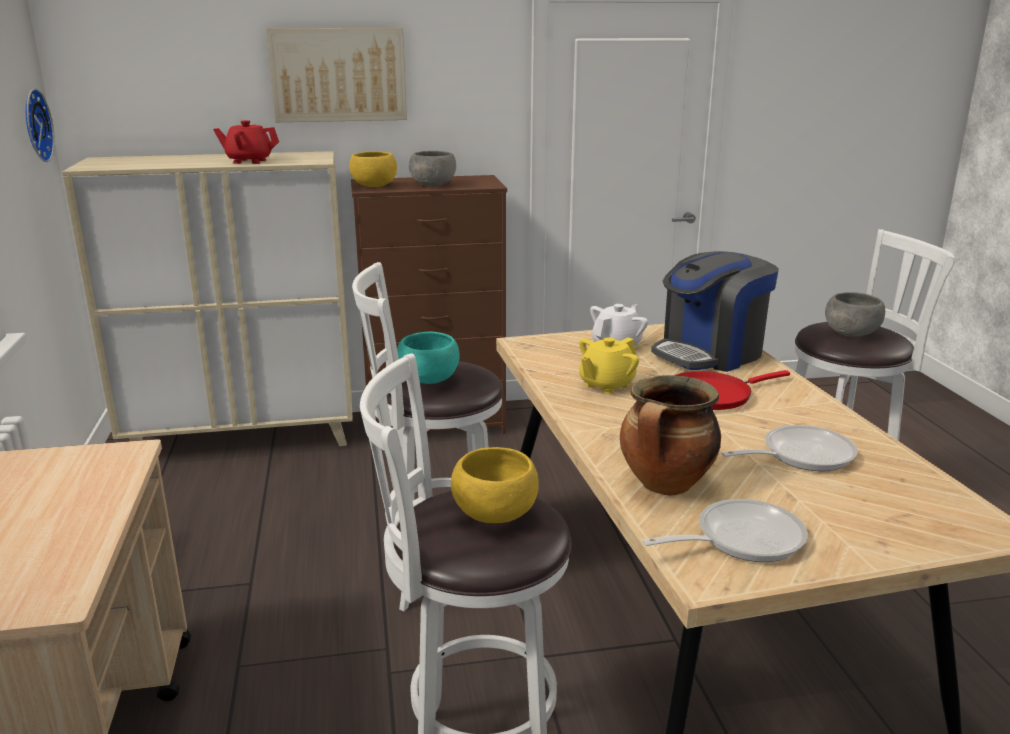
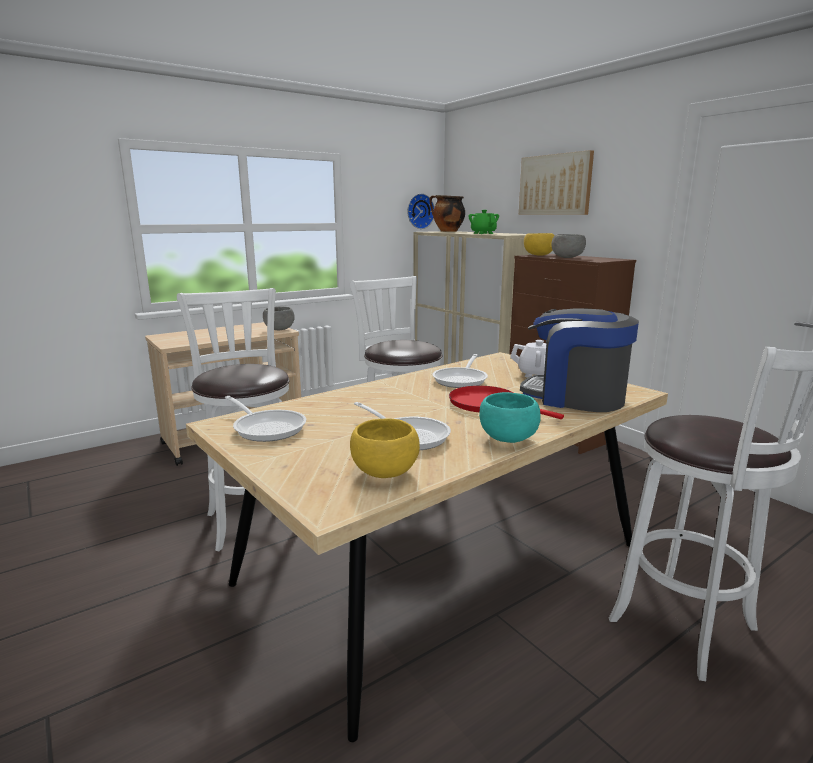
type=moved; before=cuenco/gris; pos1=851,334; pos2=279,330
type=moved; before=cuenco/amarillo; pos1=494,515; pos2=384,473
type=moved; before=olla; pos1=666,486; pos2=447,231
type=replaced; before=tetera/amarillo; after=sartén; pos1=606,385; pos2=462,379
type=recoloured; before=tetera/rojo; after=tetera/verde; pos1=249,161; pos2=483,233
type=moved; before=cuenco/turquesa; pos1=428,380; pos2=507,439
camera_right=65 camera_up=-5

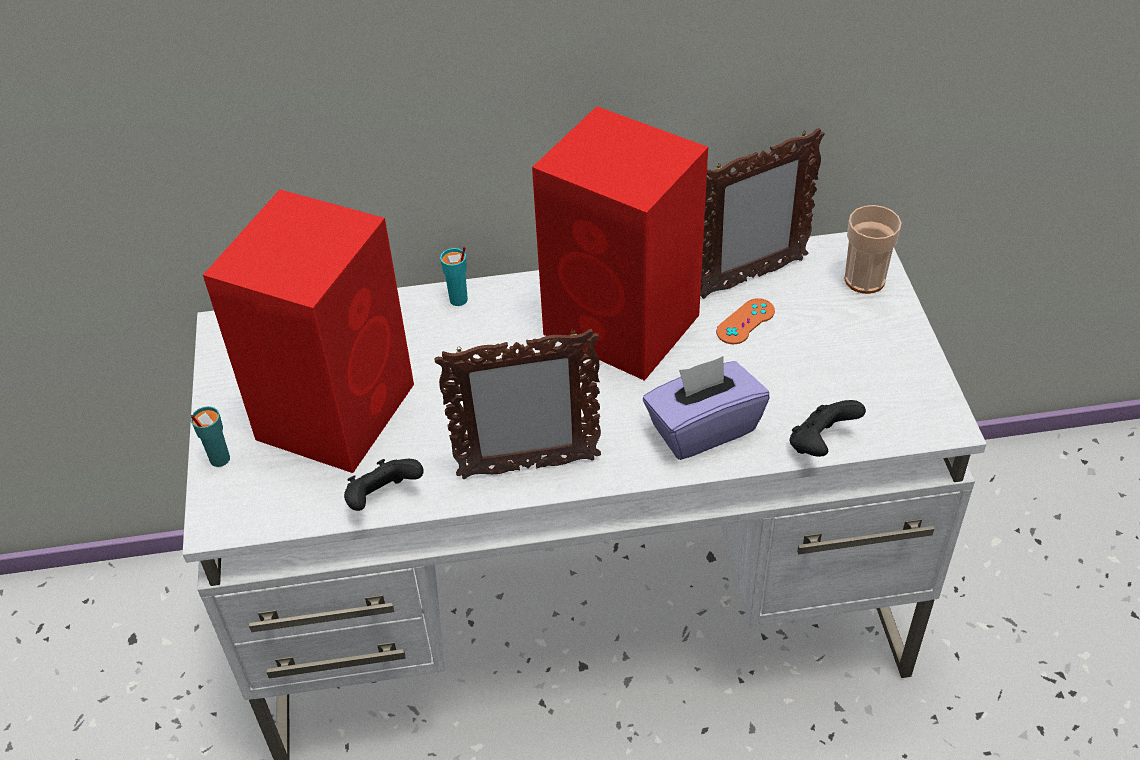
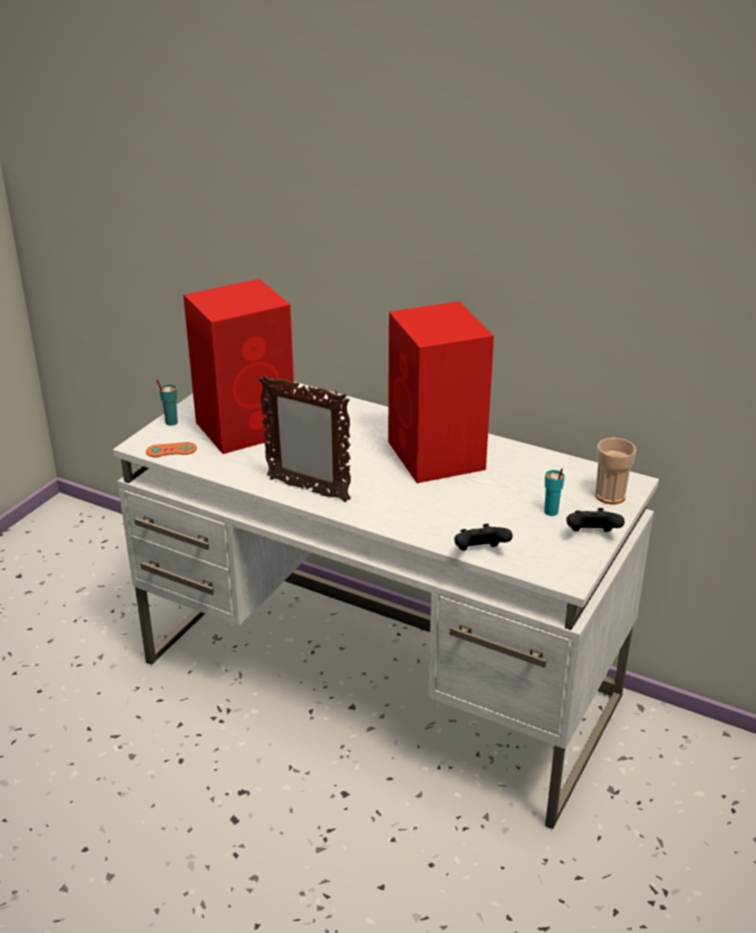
type=moved; before=mando de consola/naranja; pos1=745,322; pos2=171,450
type=moved; before=taza/turquesa; pos1=458,300; pos2=551,512
type=moved; before=mando de consola/negro; pos1=383,498; pos2=591,535
type=removed; before=caja de pañuelos/morado; pos1=703,428
type=removed; before=portarretratos; pos1=751,278
camera_right=35 camera_up=-15

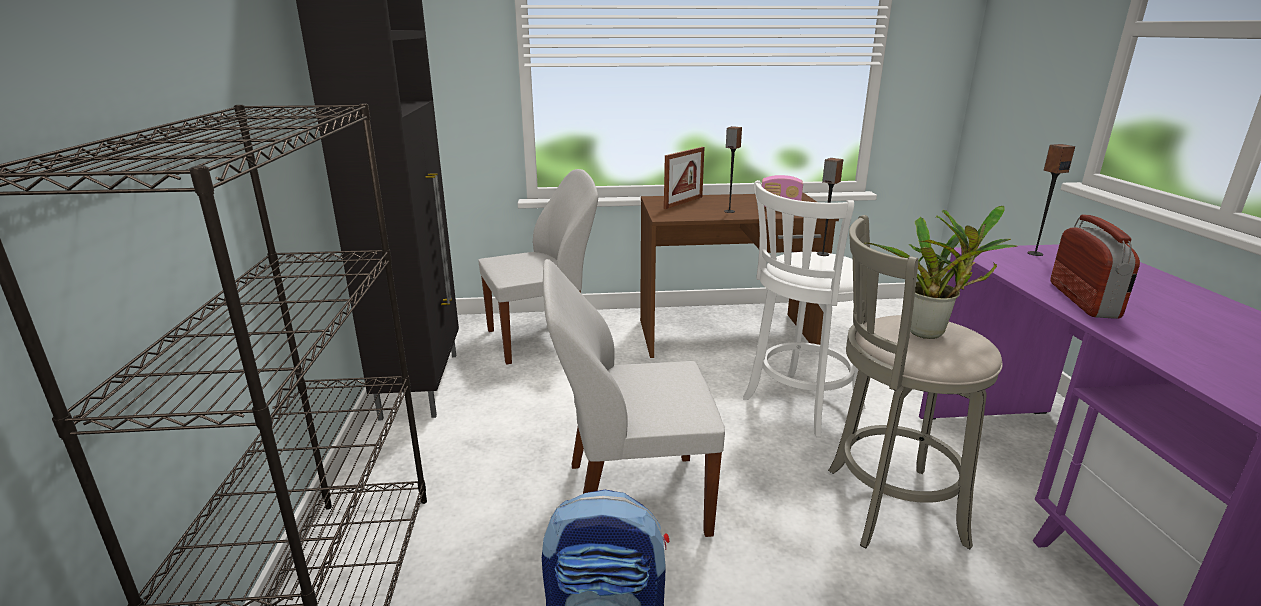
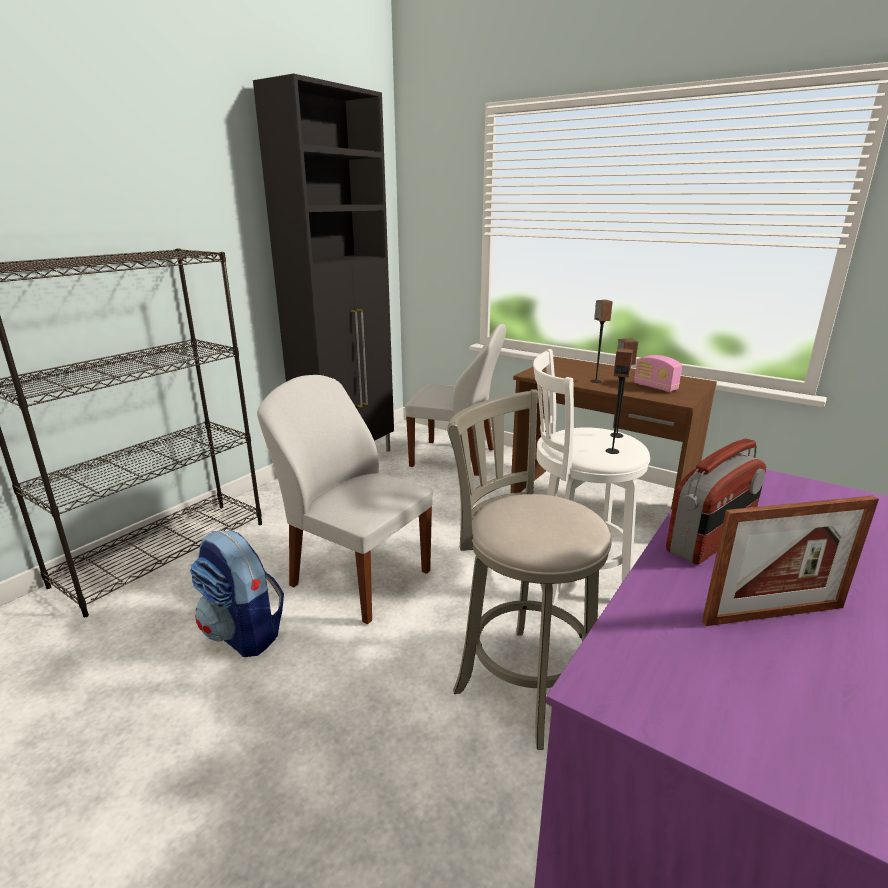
type=moved; before=altavoz; pos1=1035,253; pos2=612,451
type=moved; before=portarretratos; pos1=683,202; pos2=773,614
type=removed; before=planta en maceta; pos1=930,333
camera_right=40 camera_up=0

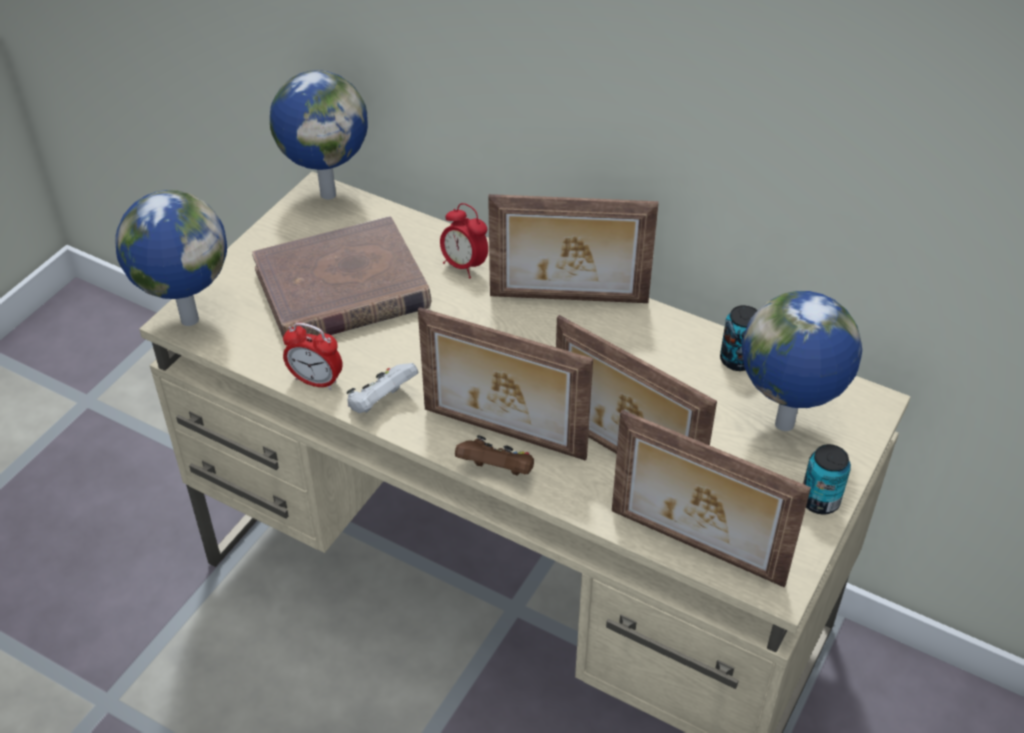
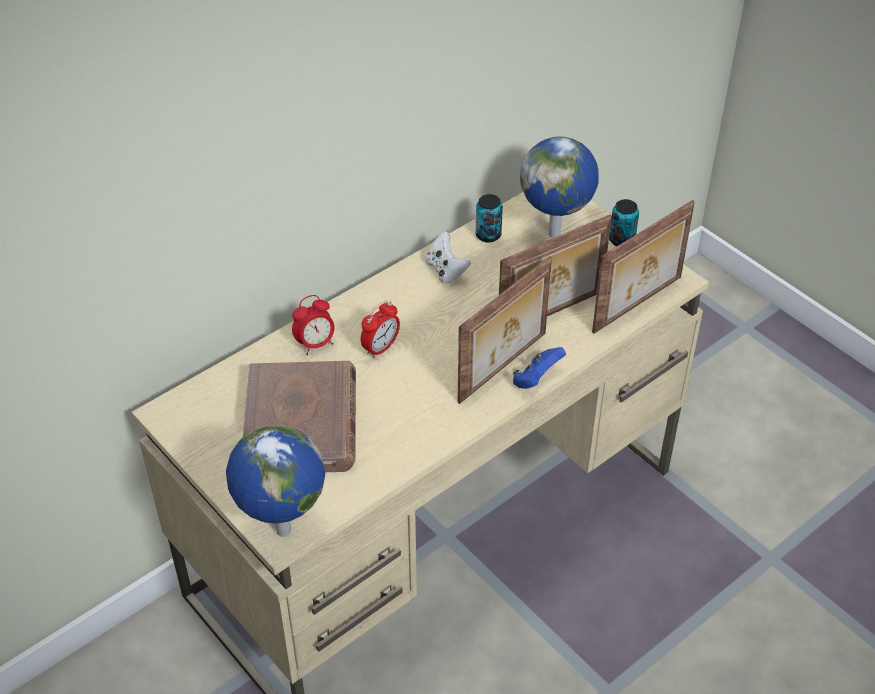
type=moved; before=despertador; pos1=316,381; pos2=380,348
type=moved; before=mando de consola/blanco; pos1=381,403; pos2=446,270
type=recoloured; before=mando de consola/marrón; after=mando de consola/azul; pos1=497,471; pos2=536,379
type=removed; before=globo terráqueo; pos1=328,193
type=removed; before=portarretratos; pos1=568,300
camera_right=-70 camera_up=0

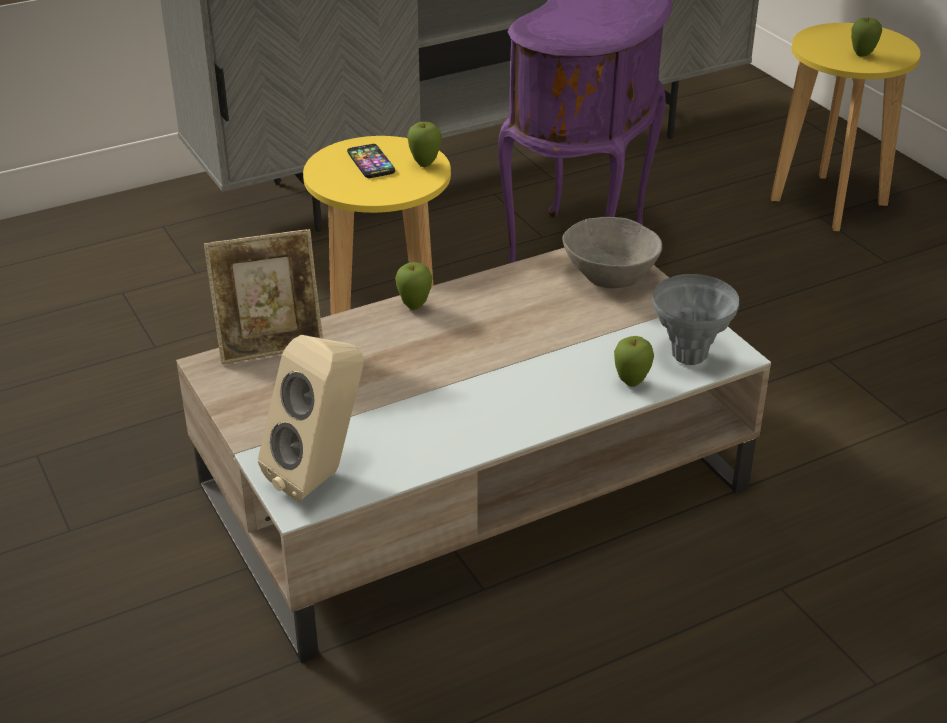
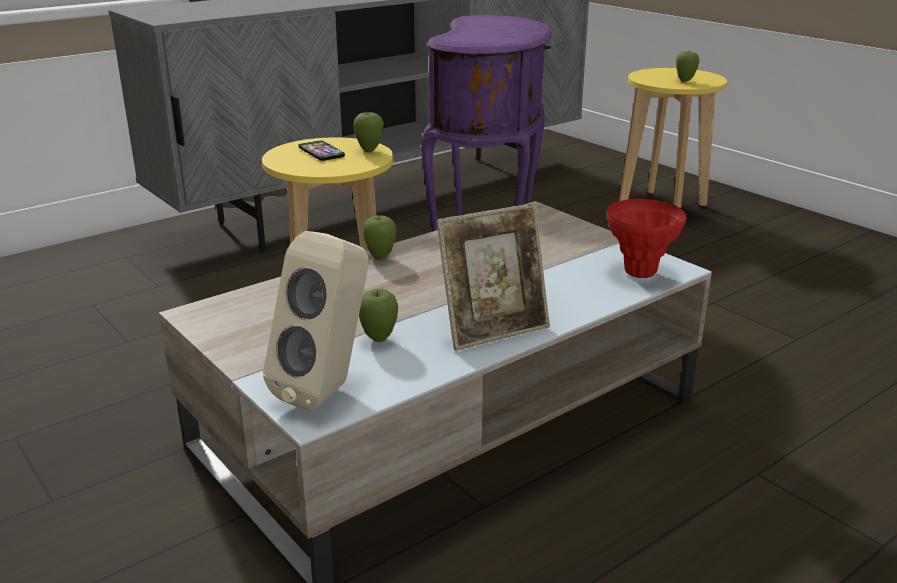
type=moved; before=manzana; pos1=631,383; pos2=379,339
type=moved; before=portarretratos; pos1=270,345; pos2=494,330
type=recoloured; before=florero/gris; after=florero/rojo; pos1=689,356; pos2=640,272
type=removed; before=cuenco/gris; pos1=611,276
camera_right=-10 camera_up=-10

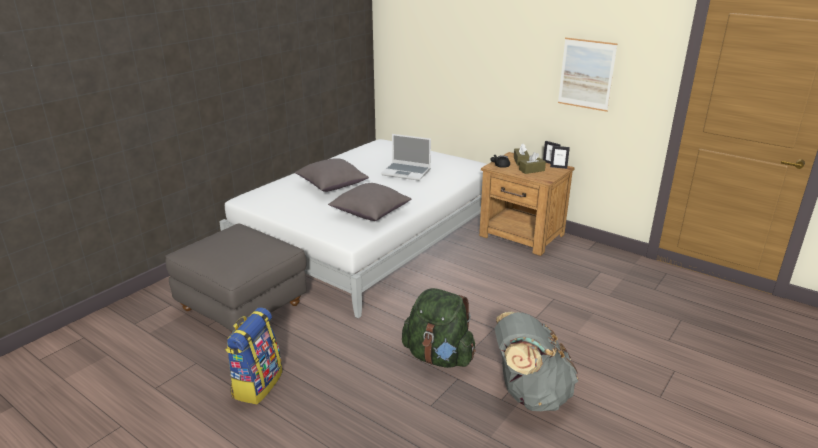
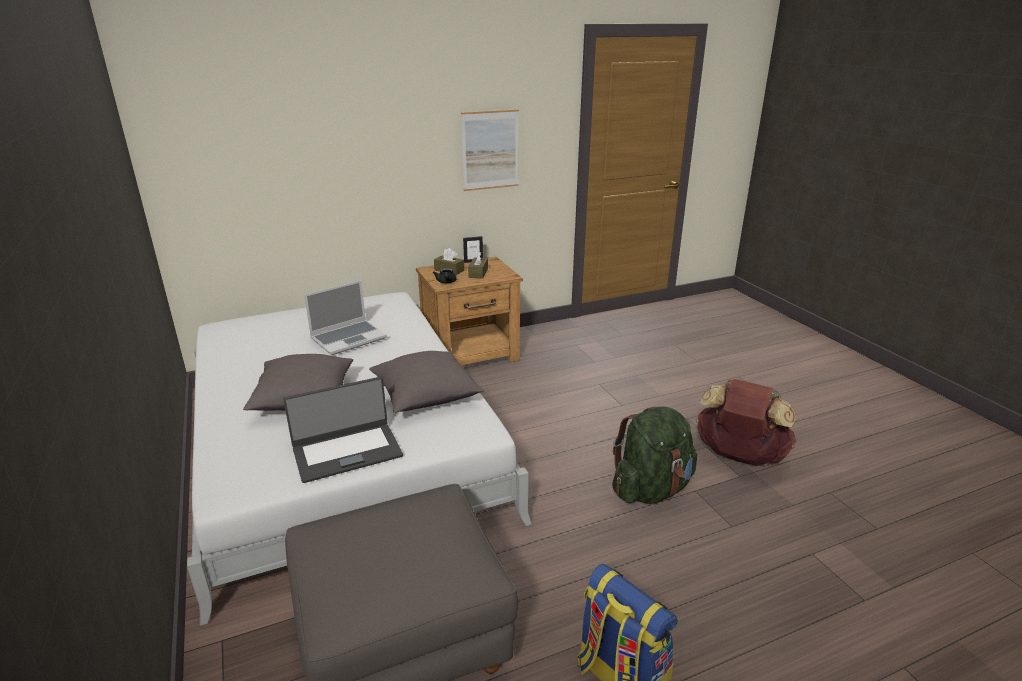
type=added; after=portátil; pos2=347,452
type=recoloured; before=mochila/gris; after=mochila/marrón; pos1=529,394; pos2=739,456
type=removed; before=portarretratos; pos1=558,167
camera_right=-60 camera_up=0

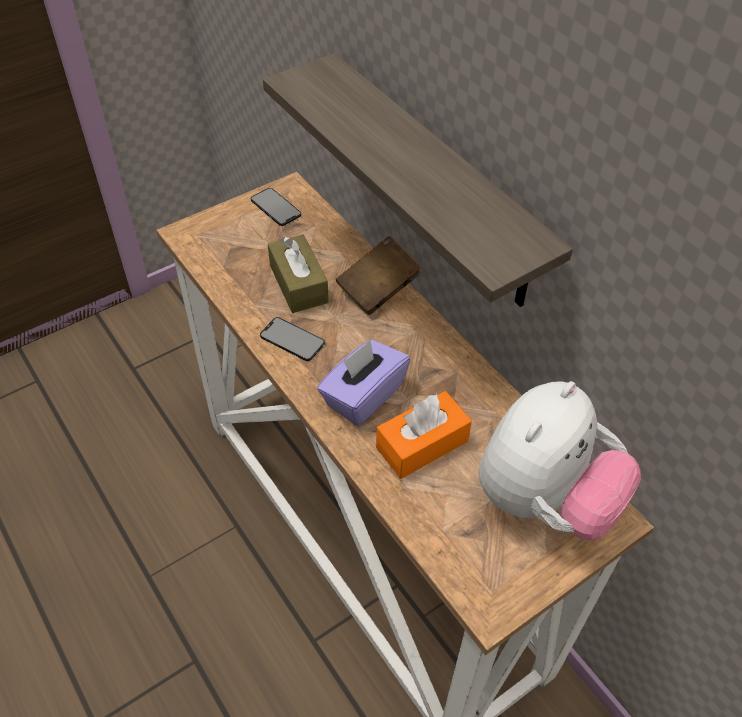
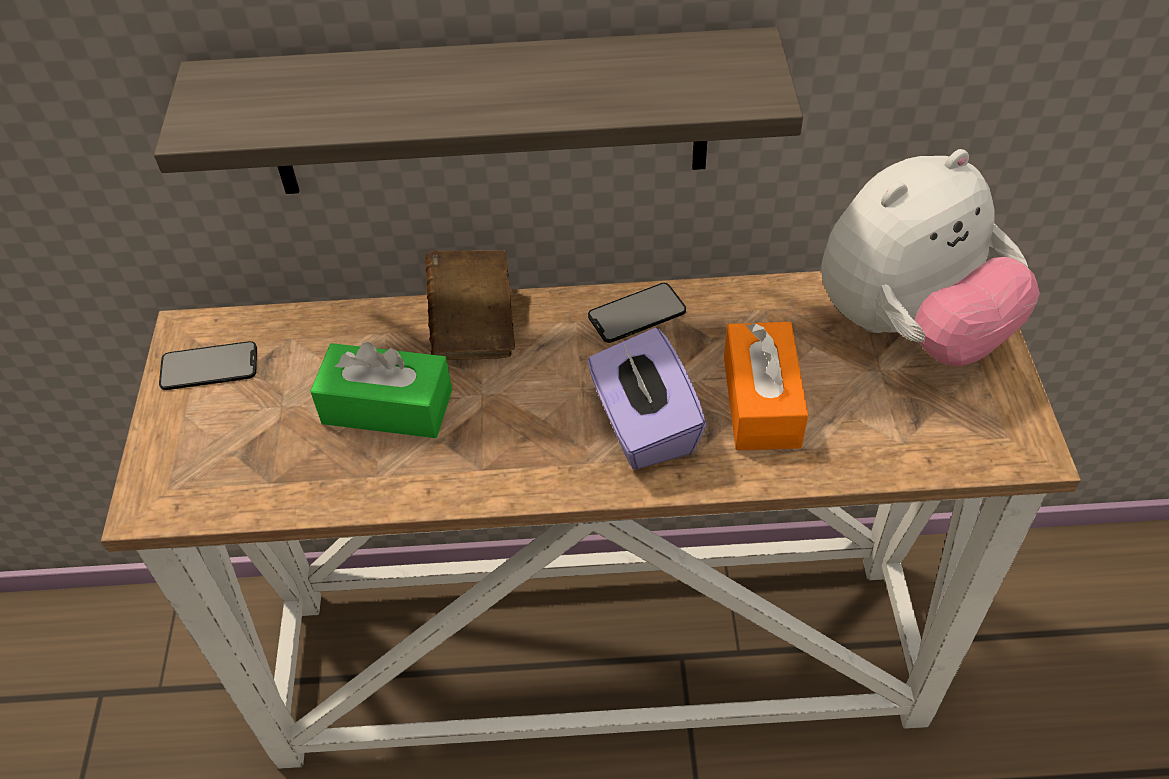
type=recoloured; before=caja de pañuelos/marrón; after=caja de pañuelos/verde; pos1=298,284; pos2=387,406
type=moved; before=móvil; pos1=292,339; pos2=637,313
type=turned; before=peluche; pos1=544,499; pos2=909,329; turn=75
camera_right=-55 camera_up=0

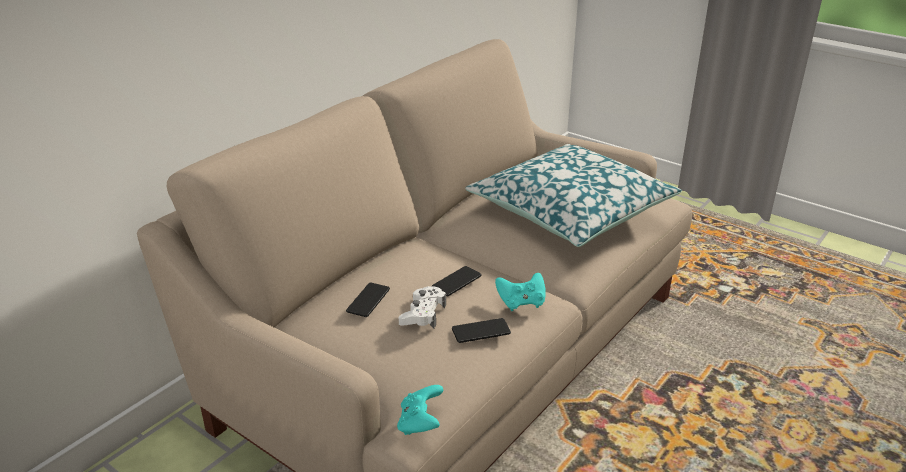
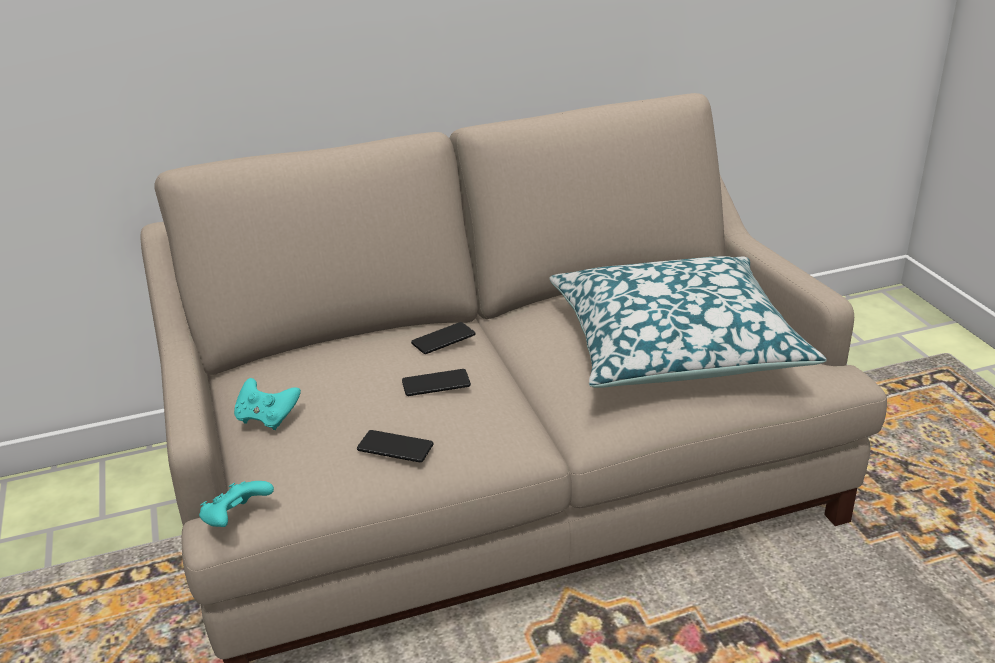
type=moved; before=mando de consola/turquesa; pos1=521,303; pos2=267,418
type=moved; before=móvil; pos1=368,300; pos2=443,339
type=removed; before=mando de consola/blanco; pos1=423,314
camera_right=35 camera_up=0

